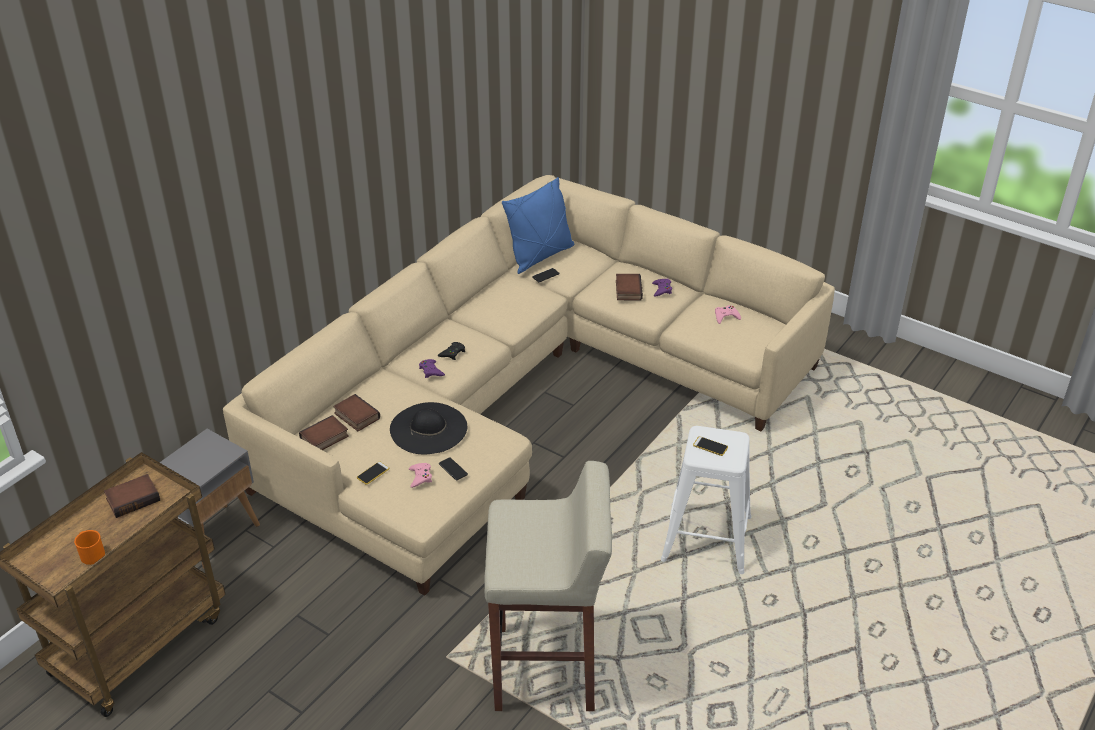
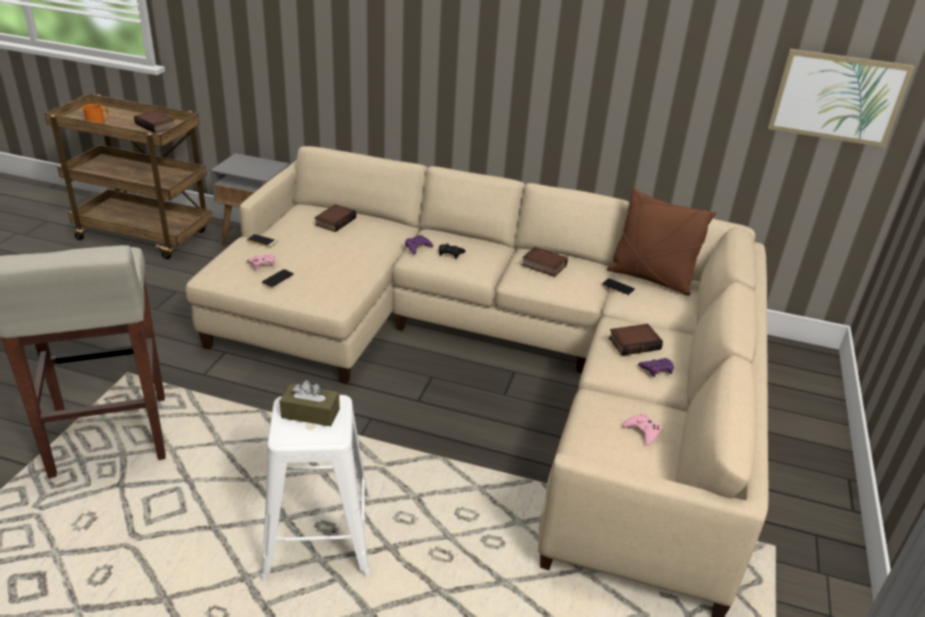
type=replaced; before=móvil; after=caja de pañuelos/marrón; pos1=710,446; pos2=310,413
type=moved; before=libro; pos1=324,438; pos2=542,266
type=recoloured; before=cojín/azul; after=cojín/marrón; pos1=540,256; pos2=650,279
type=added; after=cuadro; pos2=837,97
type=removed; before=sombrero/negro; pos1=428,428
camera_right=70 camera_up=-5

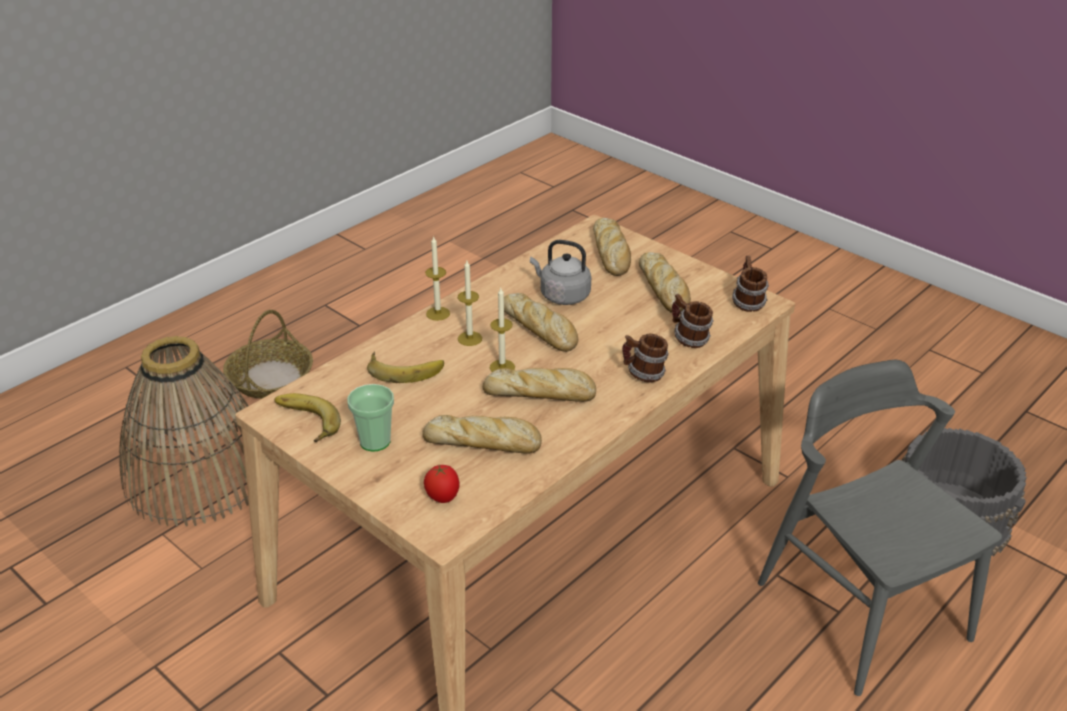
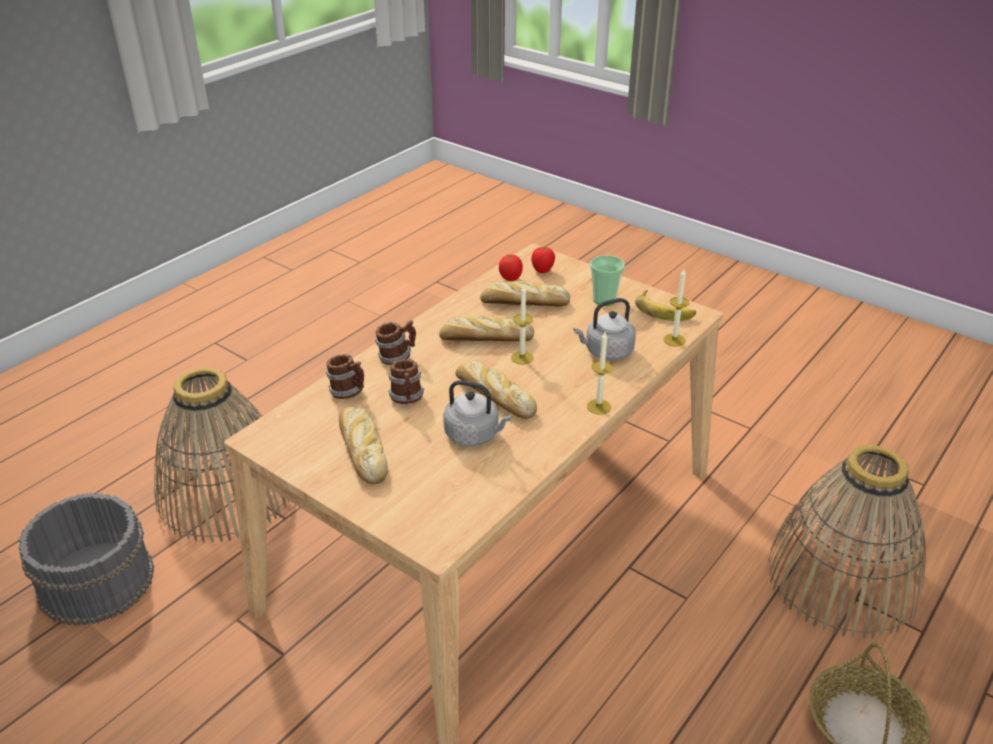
type=replaced; before=silla/gris; after=cesta; pos1=862,610; pos2=226,494
type=moved; before=taza grande; pos1=747,302; pos2=407,399
type=added; after=tomate; pos2=510,279
type=replaced; before=plátano; after=hervidor/gris; pos1=405,368; pos2=606,352
type=moved; before=vela; pos1=470,338; pos2=674,340
type=removed; before=pan; pos1=611,253
camera_right=175 camera_up=0

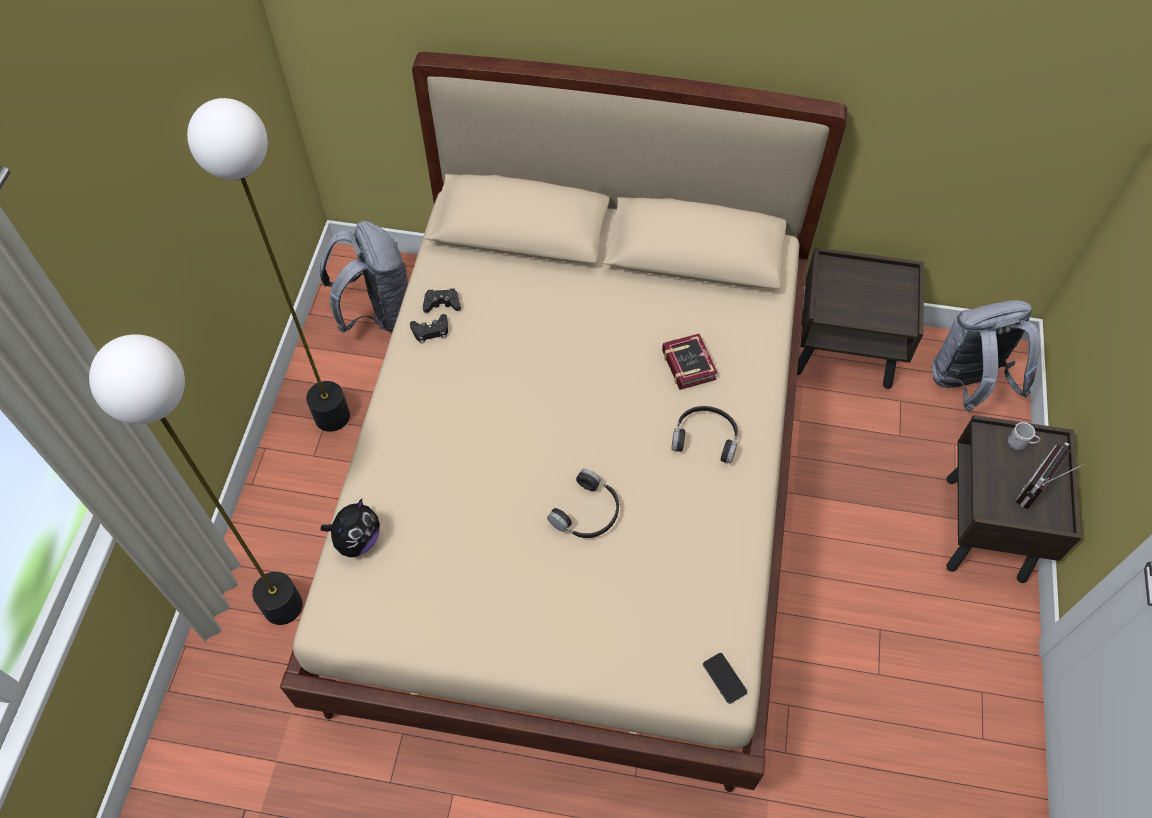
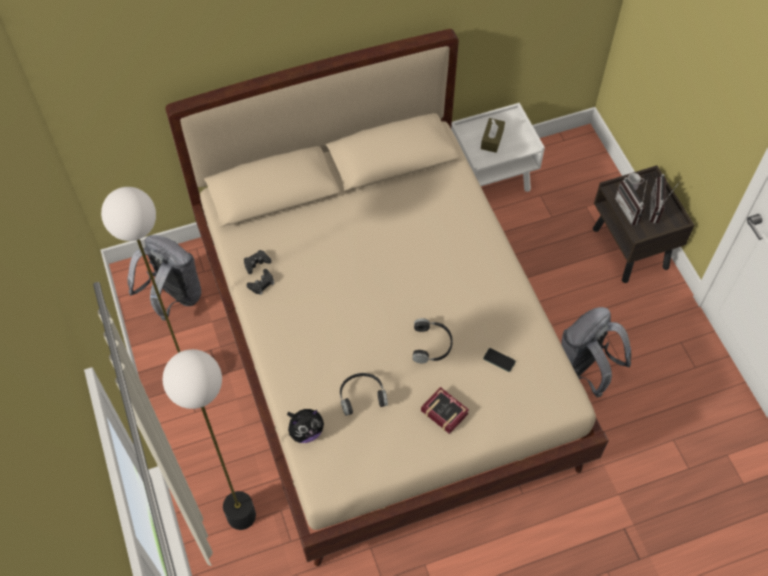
type=turned; before=peluche; pos1=357,540; pos2=306,431; turn=60
type=moved; before=auriculares/negro; pos1=705,437; pos2=361,395
type=moved; before=libro; pos1=689,362; pos2=443,410
type=recoloured; before=mesita de noche/marrón; after=mesita de noche/blanco; pos1=844,353; pos2=490,181
type=added; after=caja de pañuelos/marrón; pos2=492,139
type=moved; before=móvil; pos1=724,678; pos2=499,360
type=moved; before=mochila/gris; pos1=967,385; pos2=583,371
type=added; after=radio; pos2=631,210
camera_right=-30 camera_up=0

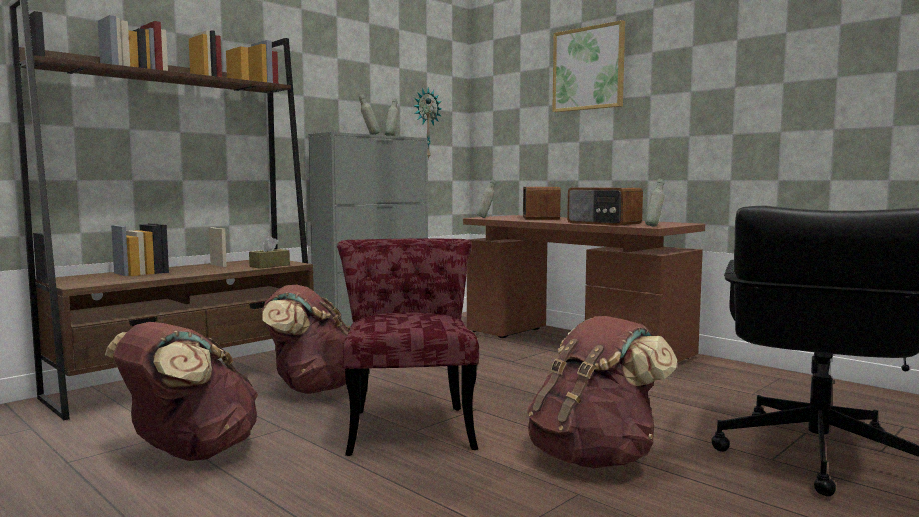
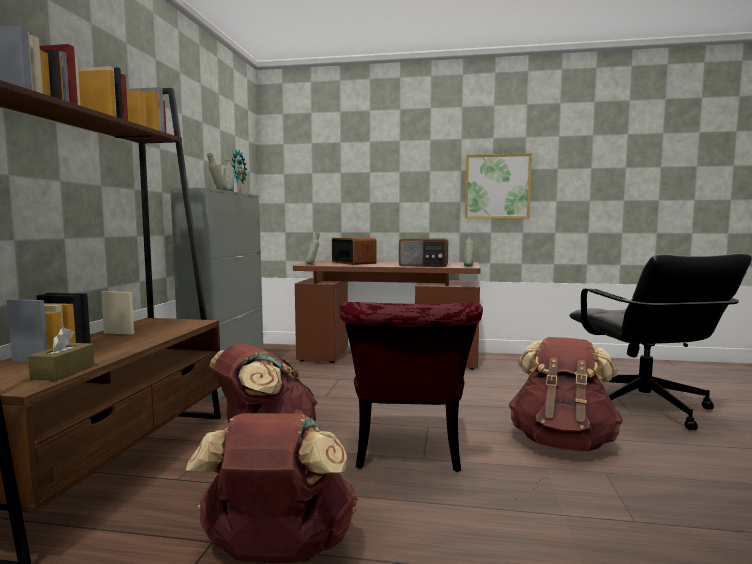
type=moved; before=caja de pañuelos/marrón; pos1=269,266; pos2=63,372
type=turned; before=silla/rojo; pos1=409,424; pos2=408,453; turn=-135
type=moved; before=cuadro; pos1=588,68; pos2=497,186
camera_right=-35 camera_up=0

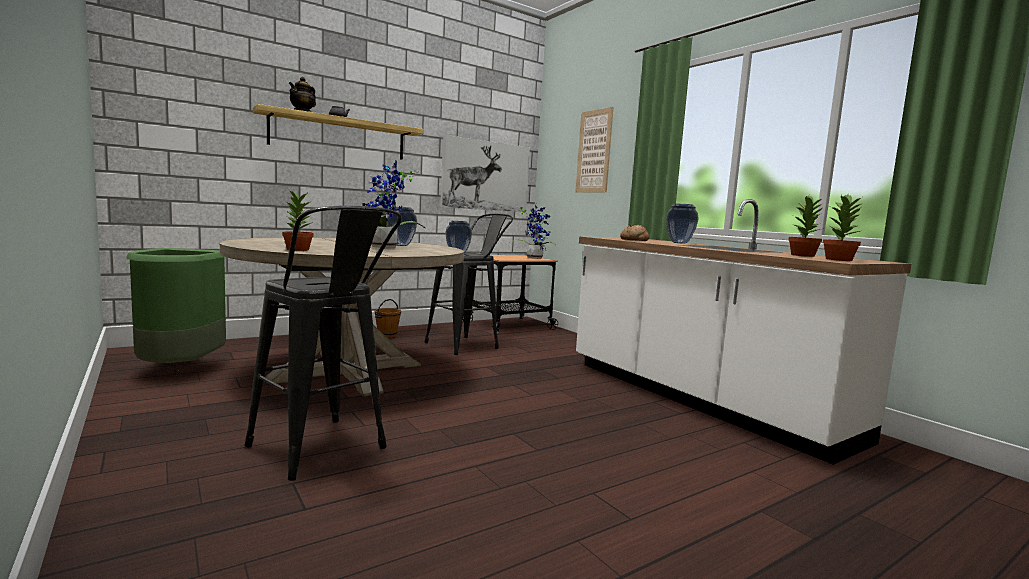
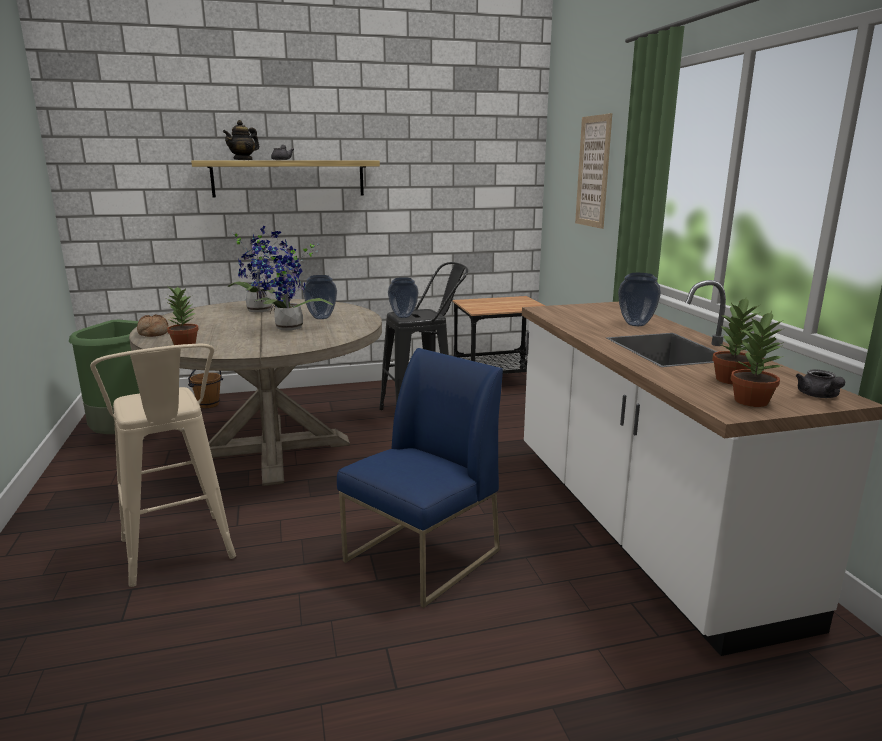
type=recoloured; before=taburete/negro; after=taburete/beis; pos1=323,452; pos2=179,556
type=moved; before=pan; pos1=633,240; pos2=152,333
type=moved; before=cubo/marrón; pos1=387,336; pos2=208,404
type=moved; before=planta en maceta; pos1=534,258; pos2=262,309
type=added; after=silla/azul; pos2=422,557
type=added; after=tetera/gris; pos2=819,396
type=removed; before=cuadro; pos1=486,176
camera_right=20 camera_up=10

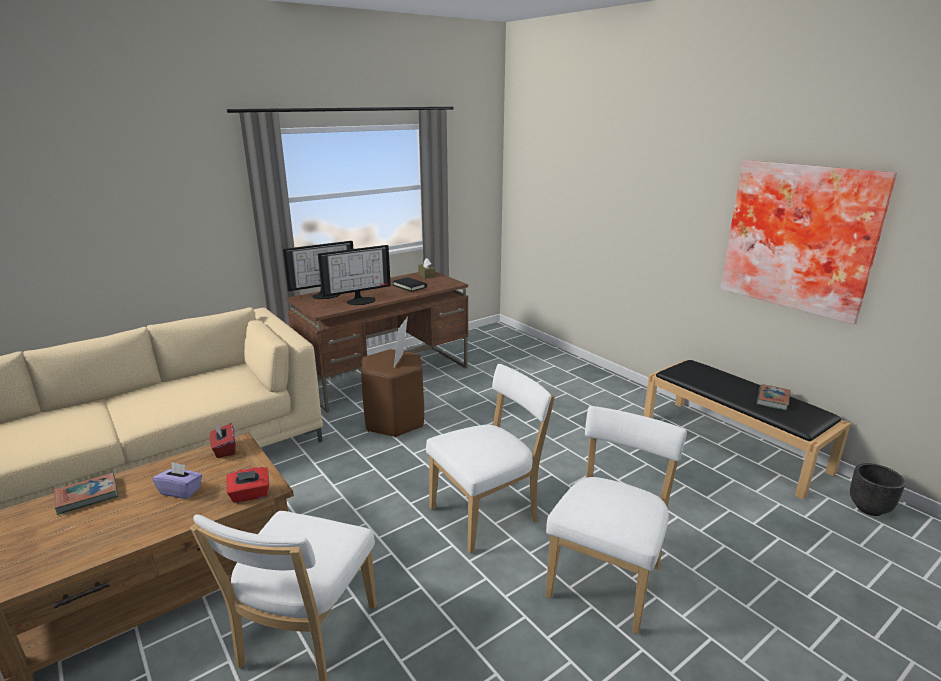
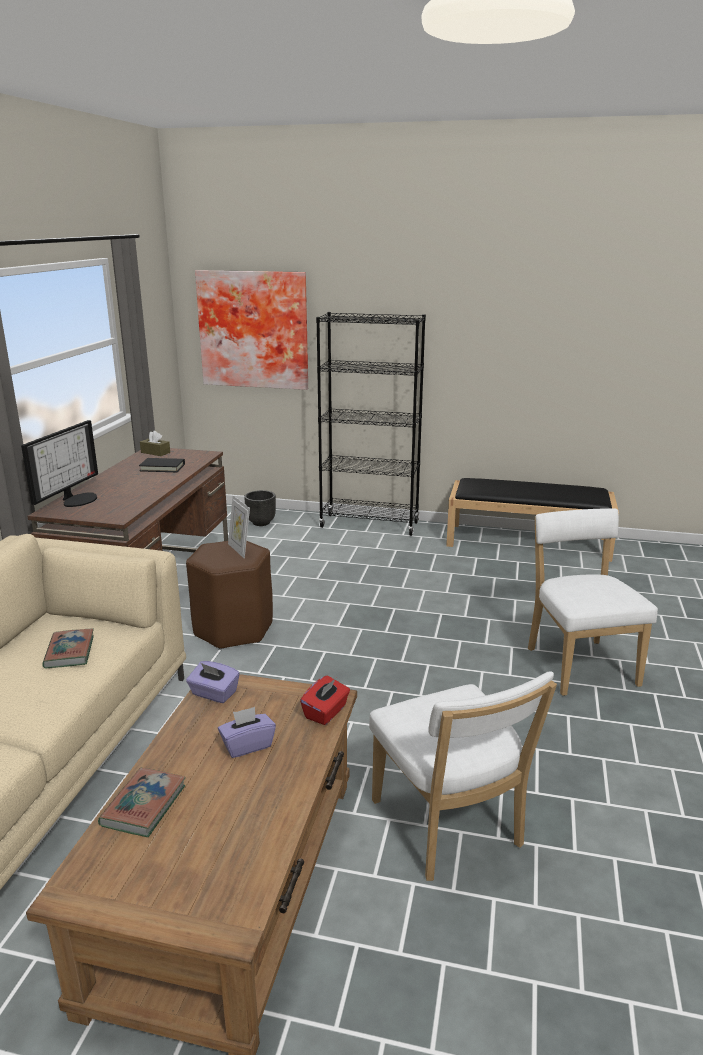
type=moved; before=libro; pos1=772,400; pos2=70,652
type=recoloured; before=caja de pañuelos/rojo; after=caja de pañuelos/morado; pos1=224,449; pos2=214,694
type=moved; before=cuadro; pos1=800,237; pos2=254,329
type=moved; before=maceta/negro; pos1=869,508; pos2=261,523
type=added; after=estantería/negro; pos2=369,525
type=removed; before=monitor; pos1=361,300
type=removed; before=silla/blanco; pos1=488,513
camera_right=-40 camera_up=0

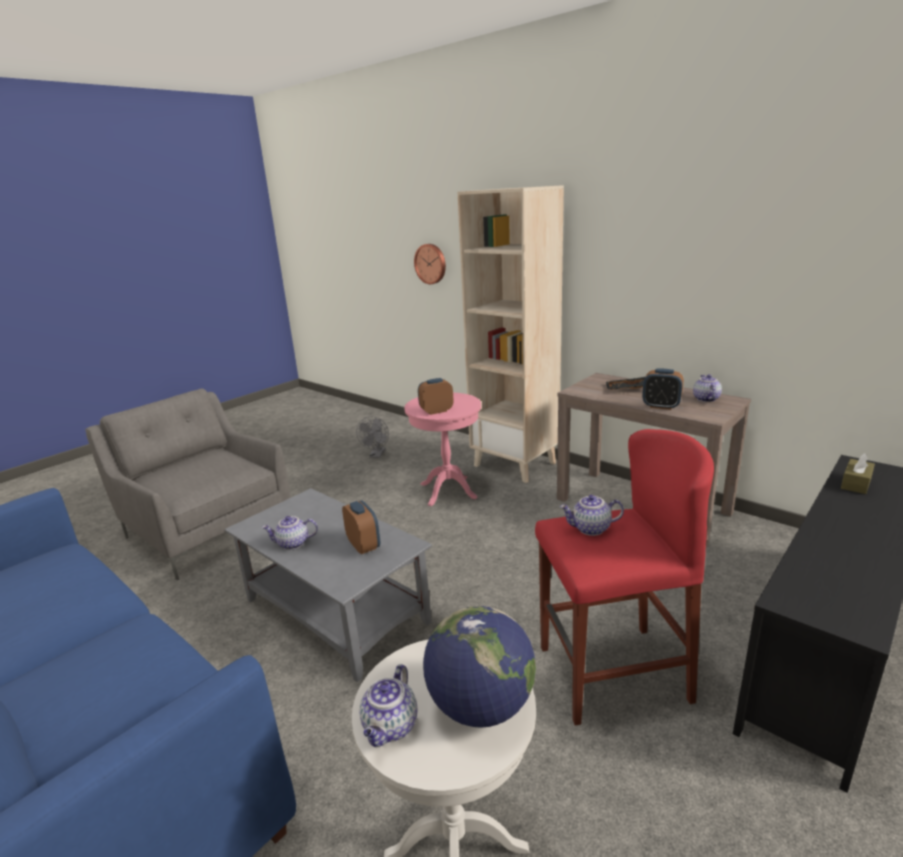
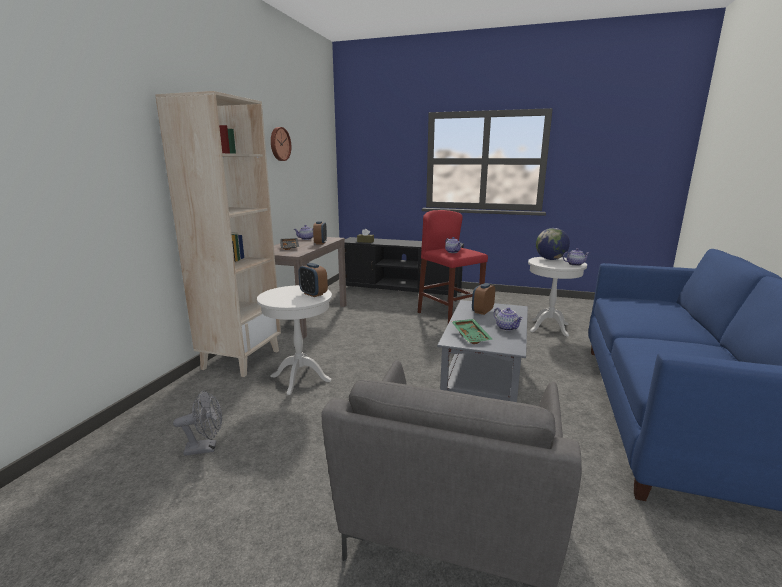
type=recoloured; before=mesa auxiliar/rosa; after=mesa auxiliar/blanco; pos1=448,491; pos2=300,378
type=moved; before=reloj de pared; pos1=431,263; pos2=279,144
type=added; after=bandeja/verde; pos2=471,336
camera_right=-115 camera_up=-5

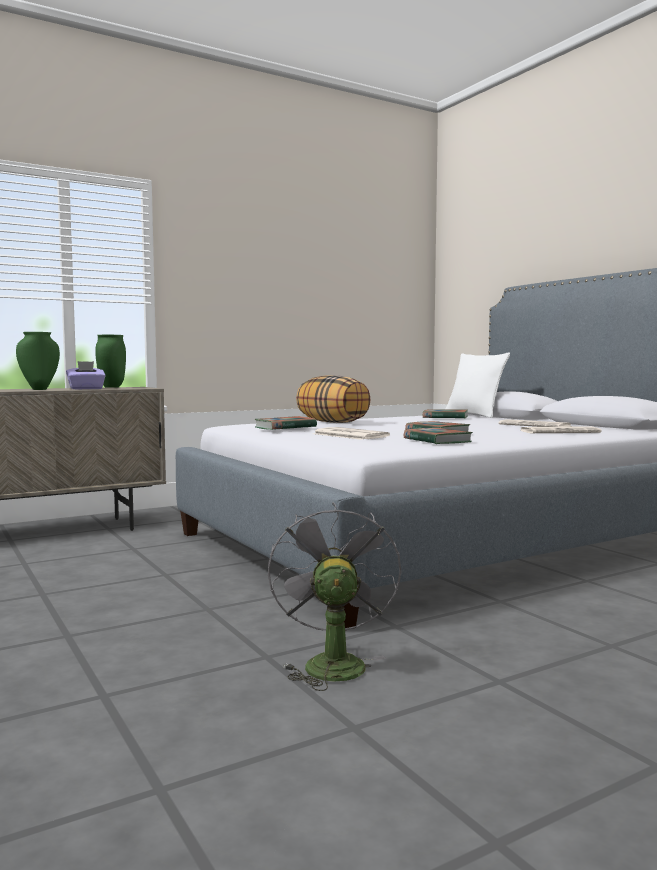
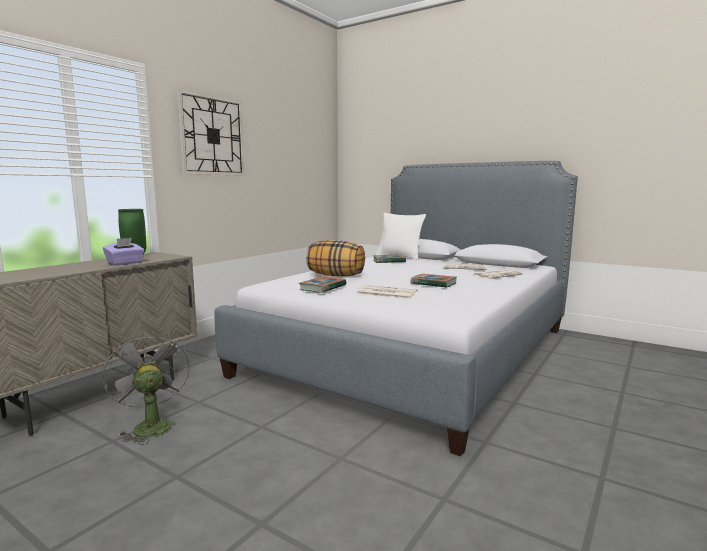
type=moved; before=ventilador/gris; pos1=331,663; pos2=150,425
type=added; after=reloj de pared; pos2=212,136
type=removed; before=florero/verde; pos1=39,389
type=removed; before=libro; pos1=437,441
camera_right=-25 camera_up=5

